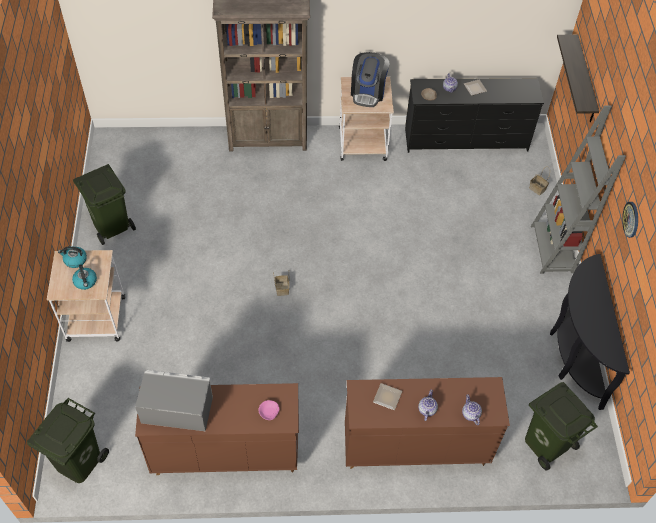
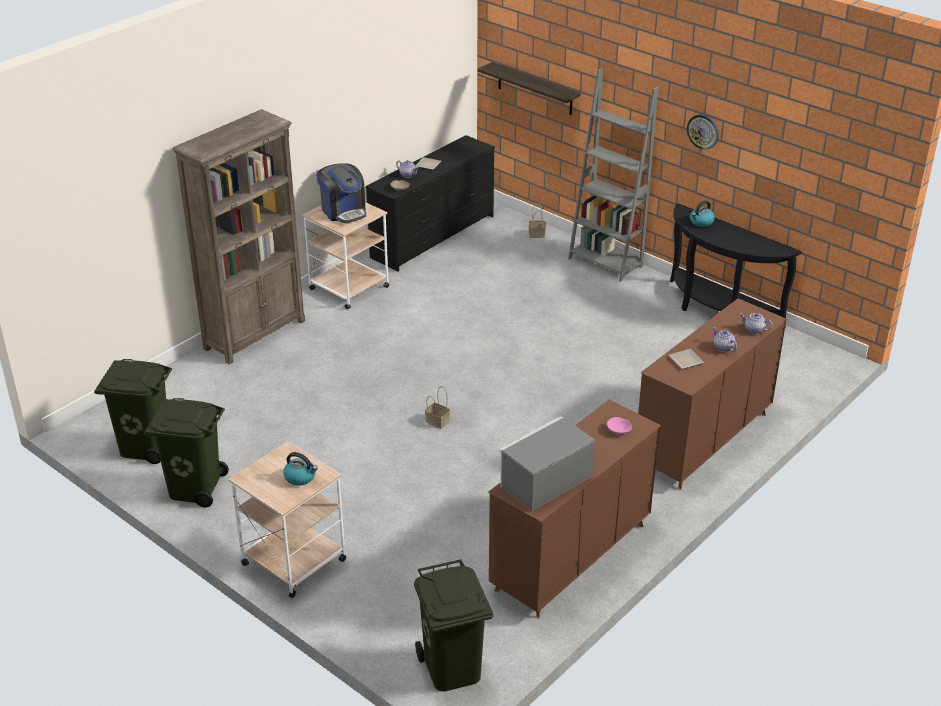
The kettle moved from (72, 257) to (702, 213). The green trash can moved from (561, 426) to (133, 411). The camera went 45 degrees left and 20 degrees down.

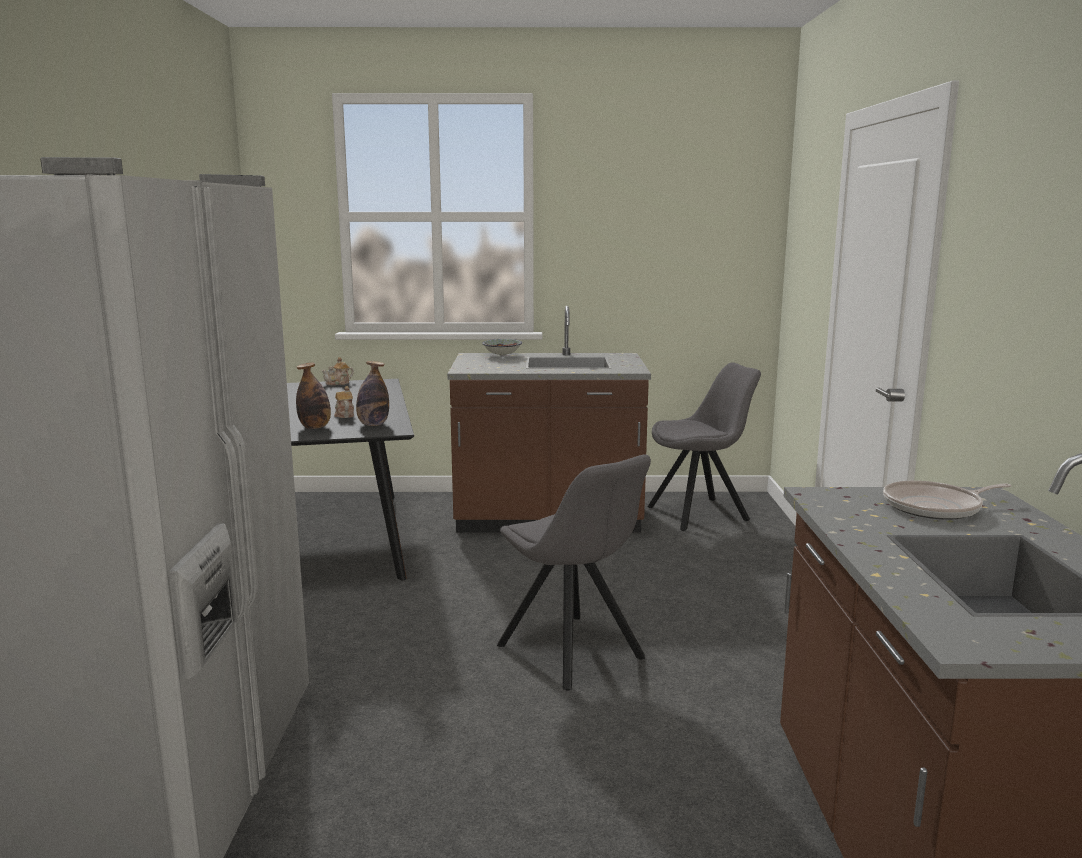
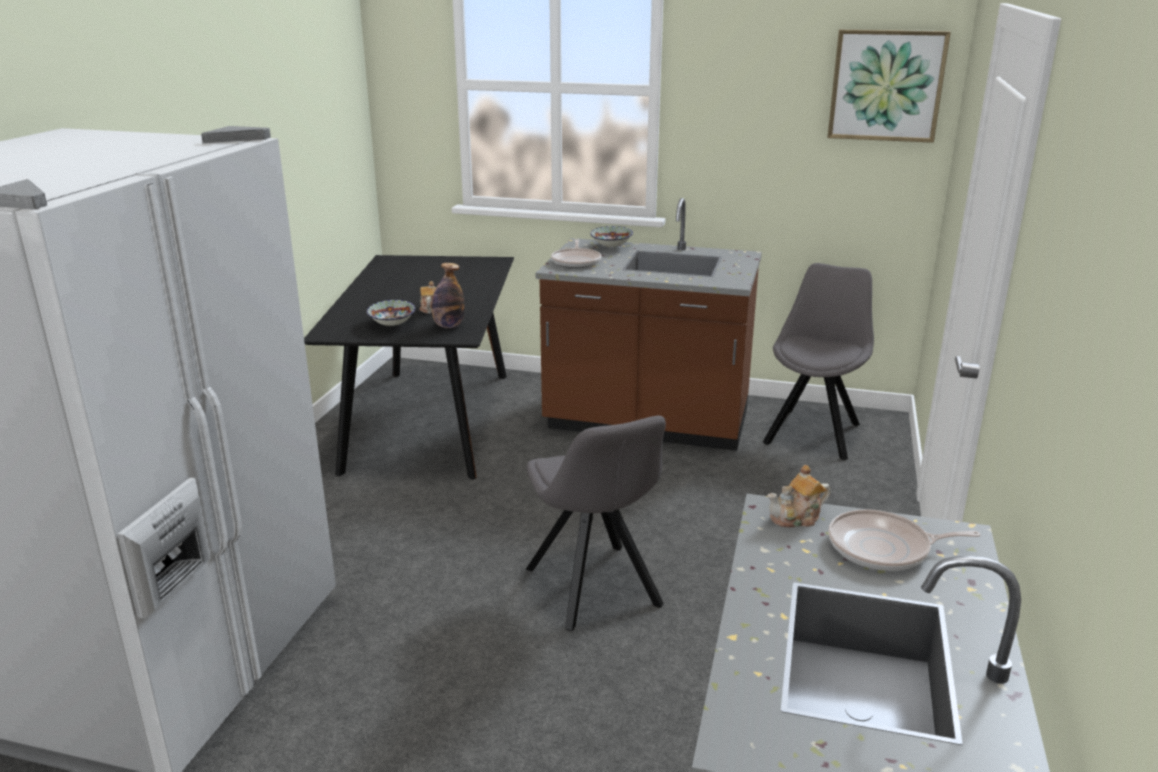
The bottle at (313, 395) was replaced by the bowl at (391, 313). The teapot moved from (337, 371) to (799, 496). The grey chair at (704, 446) turned 60 degrees counterclockwise. The frying pan at (576, 254) appeared. The picture at (889, 86) appeared. The camera went 15 degrees right and 10 degrees up.

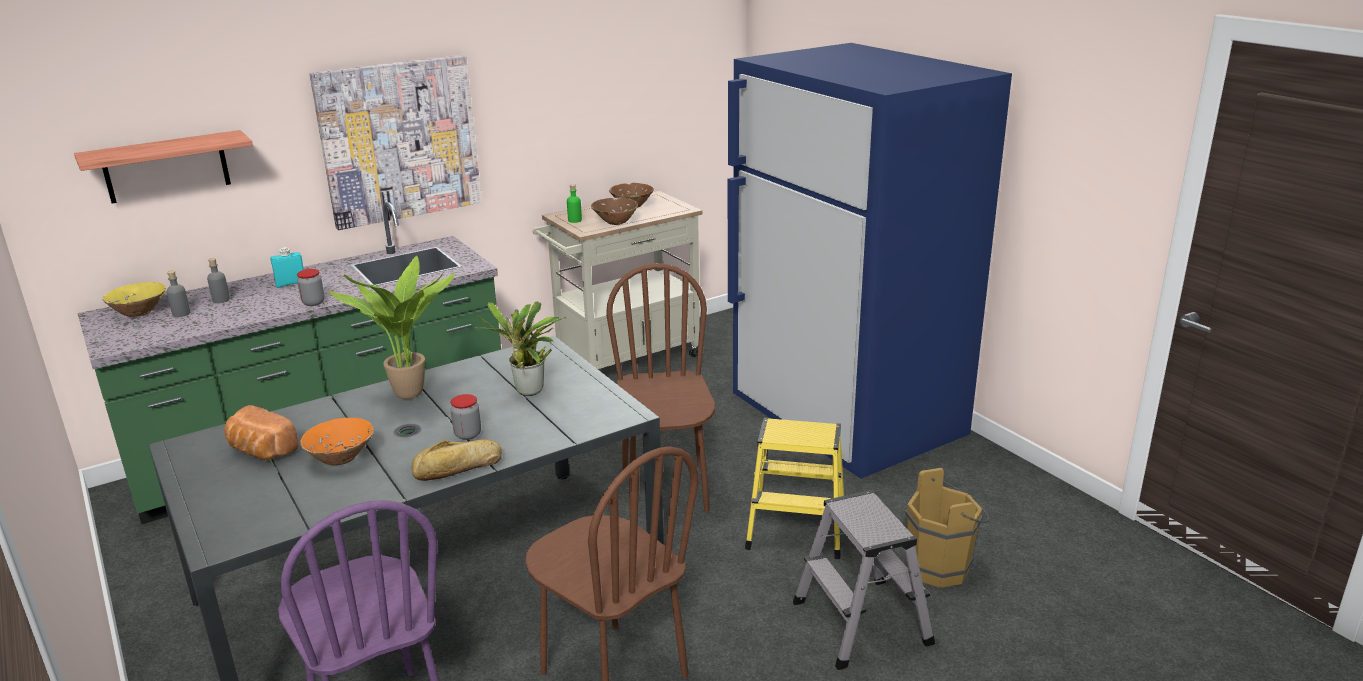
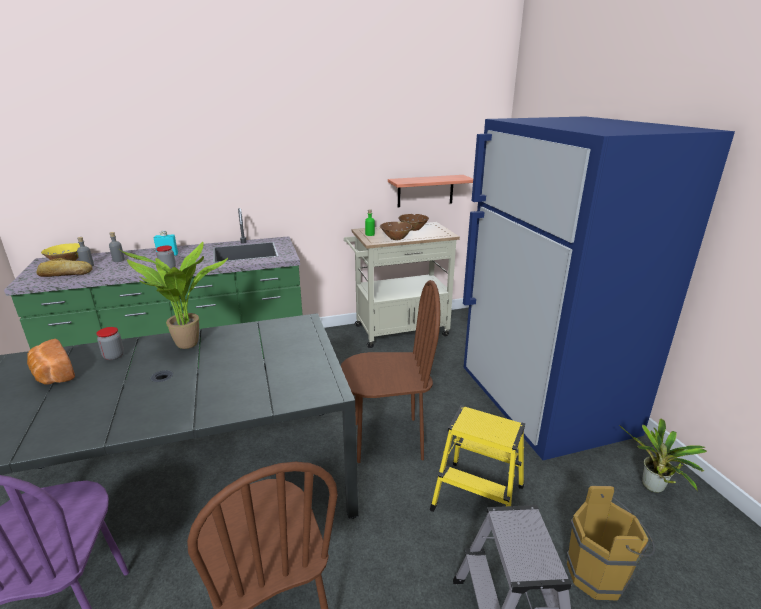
The shelf moved from (163, 167) to (430, 191). The orange bowl at (336, 441) disappeared. The picture at (395, 142) disappeared. The bread moved from (457, 460) to (64, 267). The jar moved from (466, 417) to (110, 343). The potted plant moved from (520, 349) to (663, 455). The brown chair at (660, 390) turned 75 degrees clockwise. The camera went 15 degrees right and 0 degrees up.

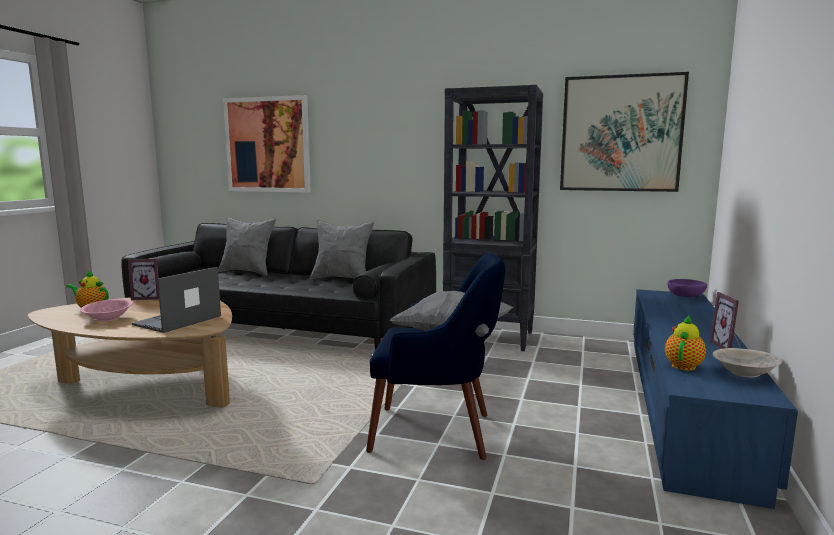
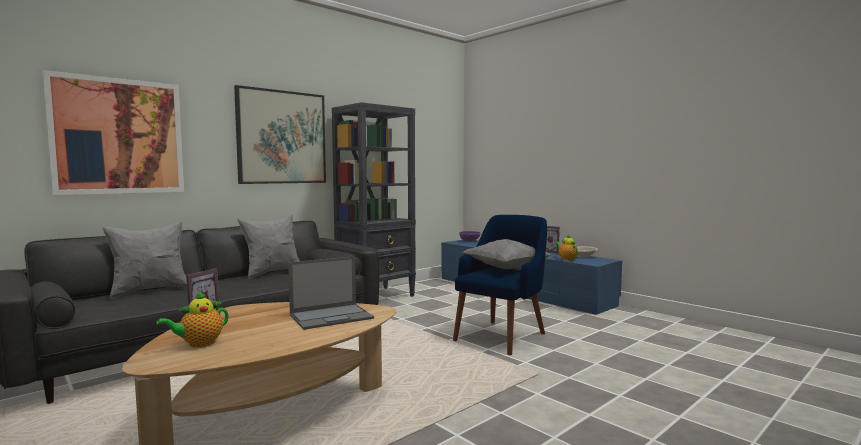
The pink bowl at (106, 310) disappeared. The laptop at (176, 300) turned 90 degrees counterclockwise. The picture moved from (624, 132) to (280, 134). The camera went 60 degrees left and 5 degrees down.

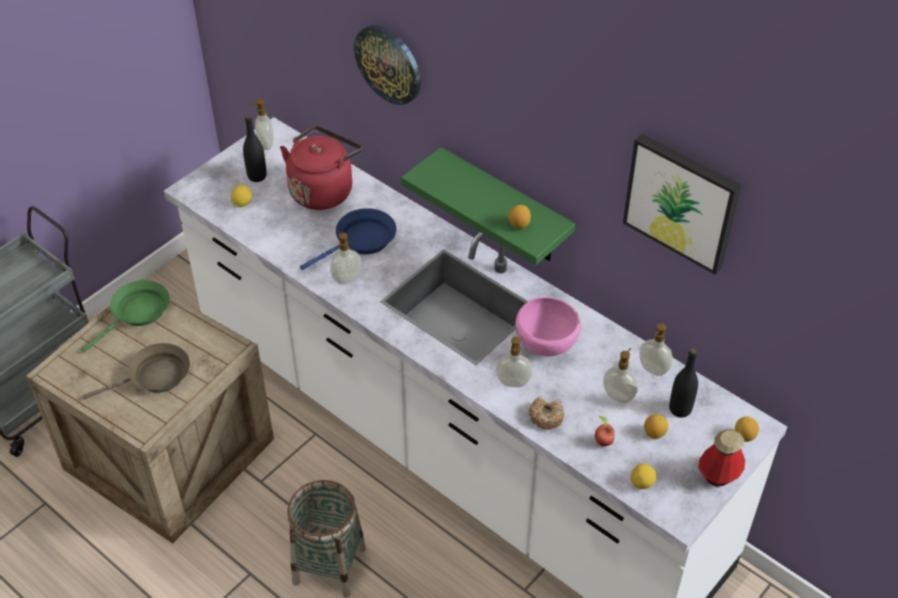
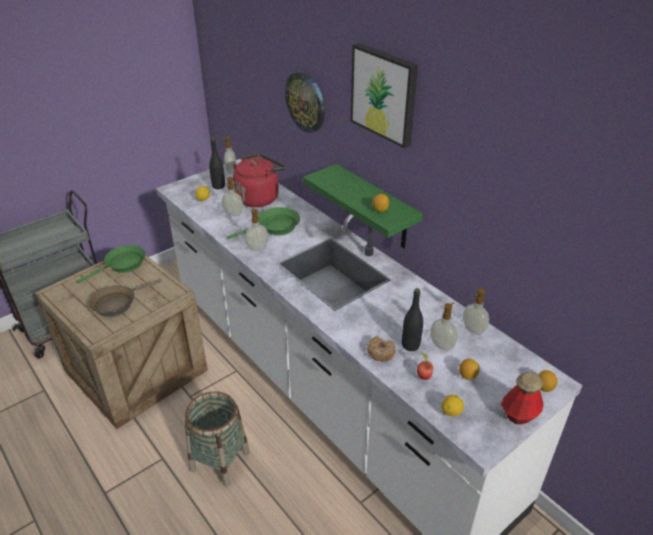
The brown frying pan at (136, 371) turned 150 degrees clockwise. The blue frying pan at (348, 239) became the green frying pan at (263, 223). The soap dispenser moved from (514, 362) to (232, 196). The pink bowl at (549, 326) disappeared. The picture moved from (682, 204) to (384, 95). The black bottle moved from (683, 383) to (412, 319). The camera went 10 degrees right and 10 degrees down.

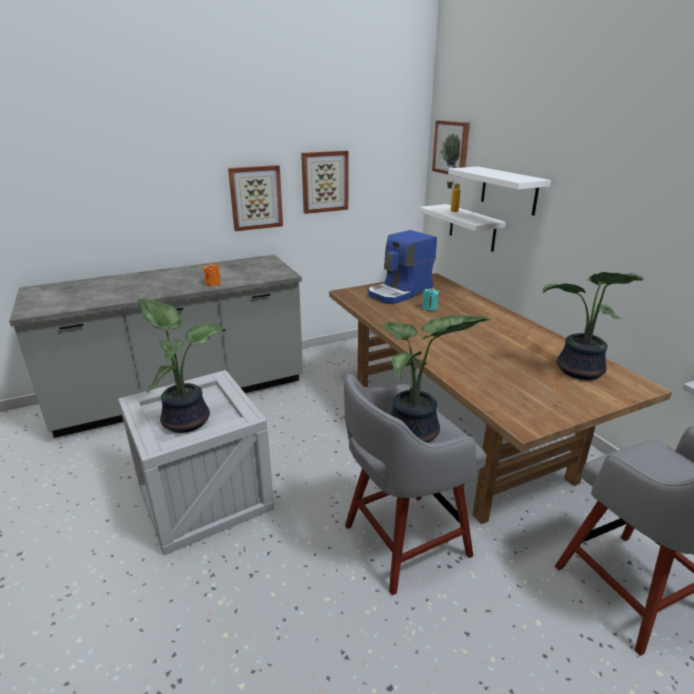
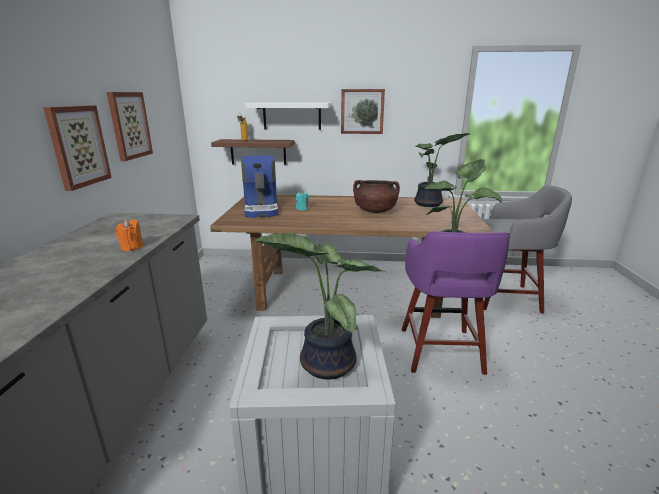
The grey stool at (415, 484) became the purple stool at (456, 303). The white shelf at (462, 228) became the brown shelf at (253, 152). The picture moved from (451, 148) to (363, 111). The brown cooking pot at (376, 196) appeared. The camera went 60 degrees left and 5 degrees down.

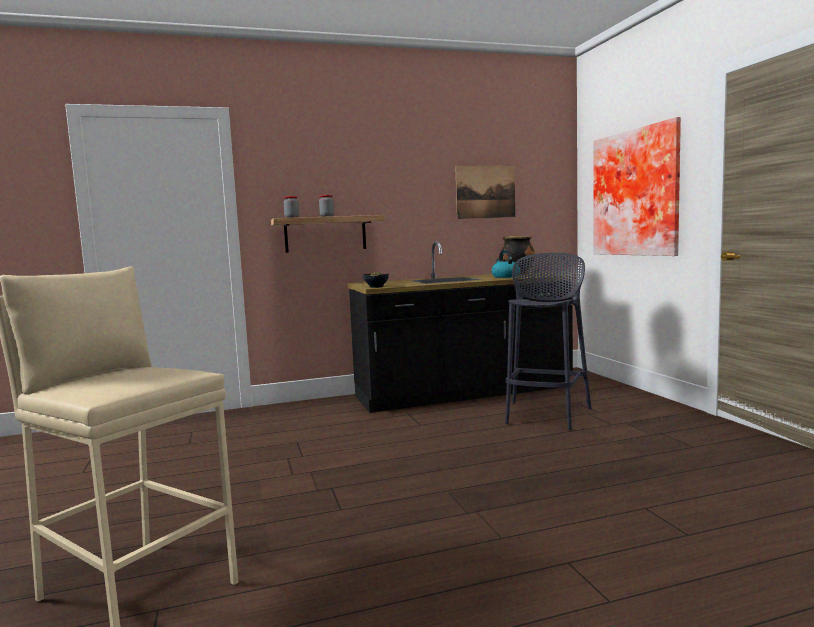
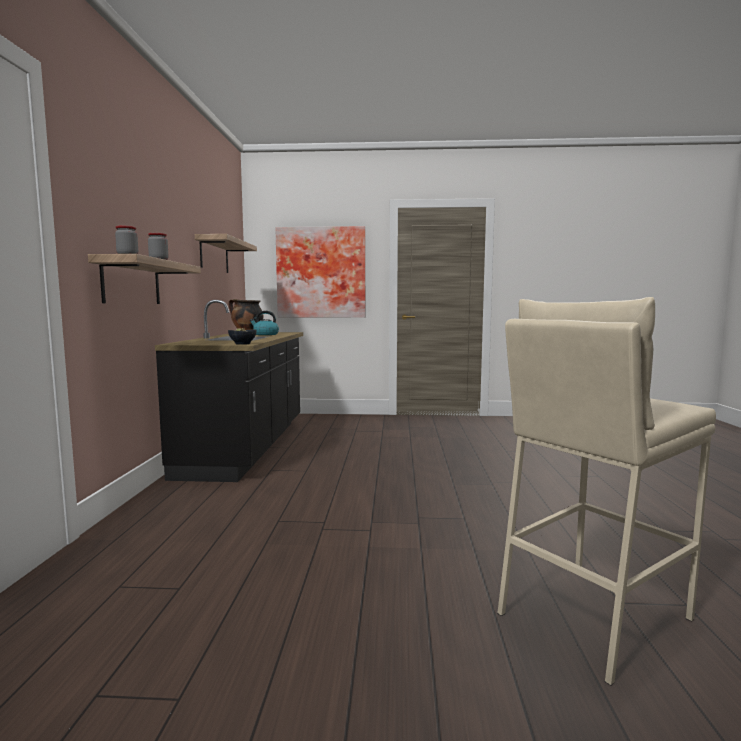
The picture at (485, 192) was replaced by the shelf at (226, 253). The grey stool at (548, 341) disappeared. The camera went 70 degrees left and 0 degrees up.

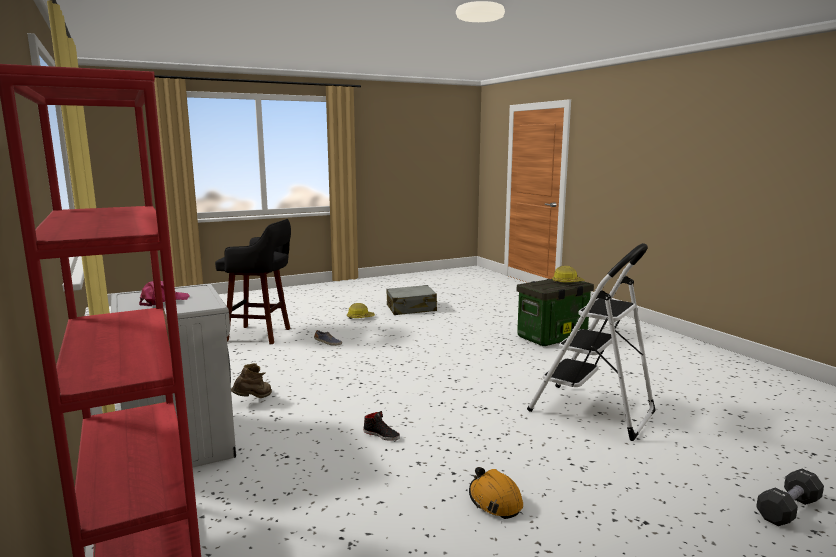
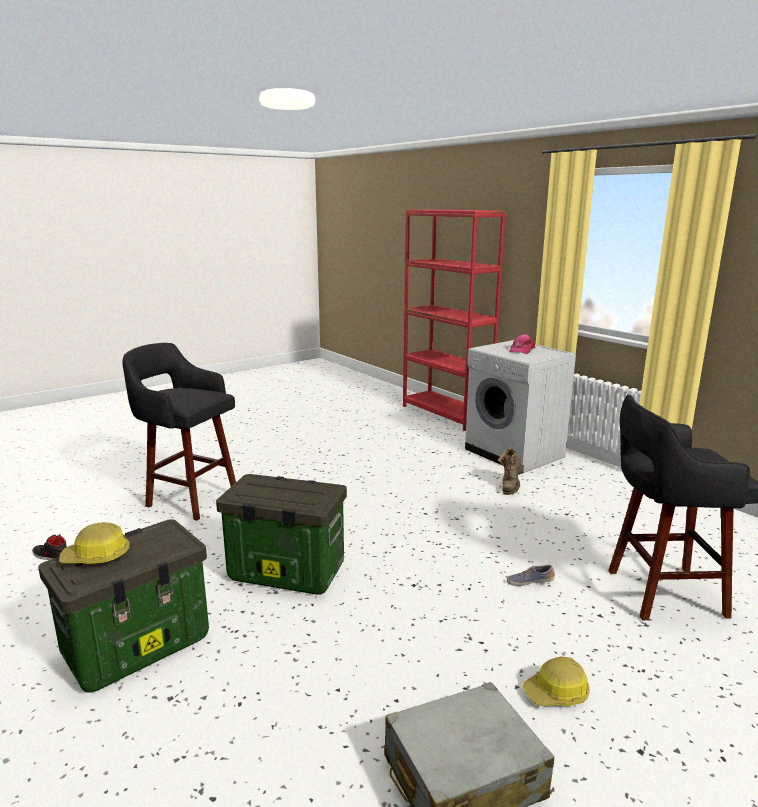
The black shoe moved from (381, 426) to (49, 547). The orange hard hat at (496, 493) disappeared. The step ladder at (591, 342) was replaced by the black stool at (179, 432). The black dumbbell at (790, 497) disappeared. The storage box at (281, 534) appeared. The camera went 170 degrees right and 5 degrees up.

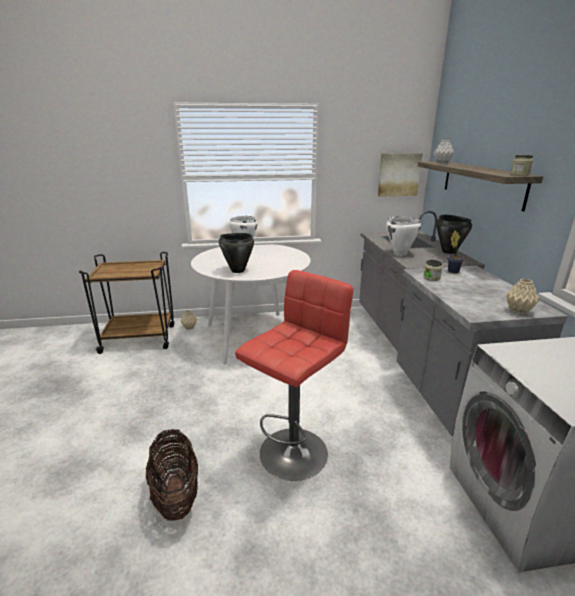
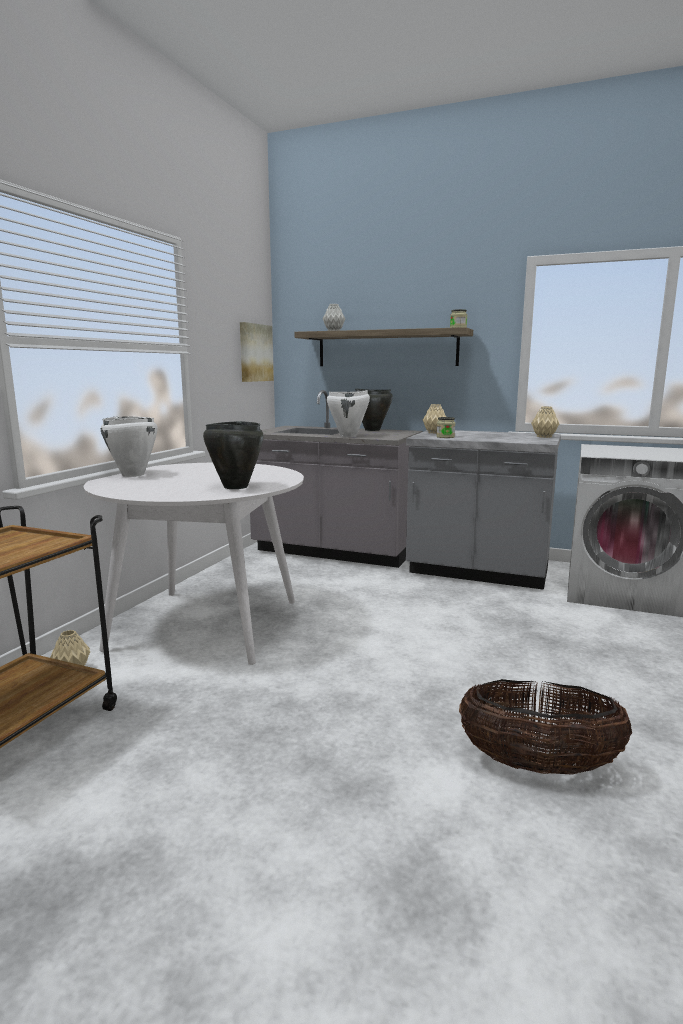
The red stool at (294, 375) disappeared. The potted plant at (456, 251) was replaced by the beige vase at (434, 419). The camera went 60 degrees left and 10 degrees down.

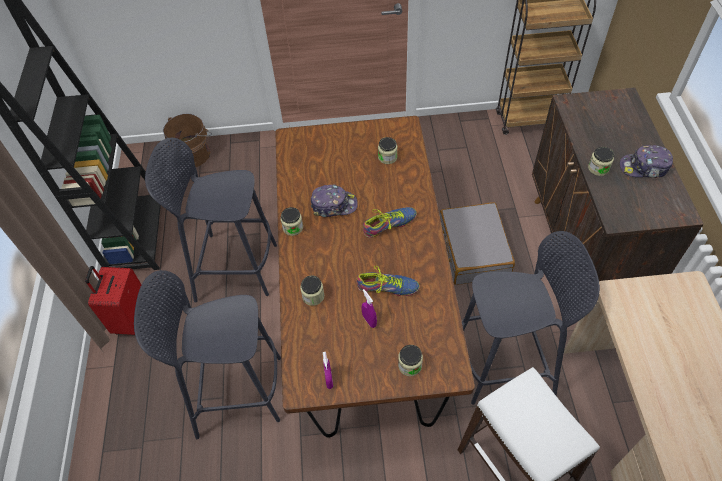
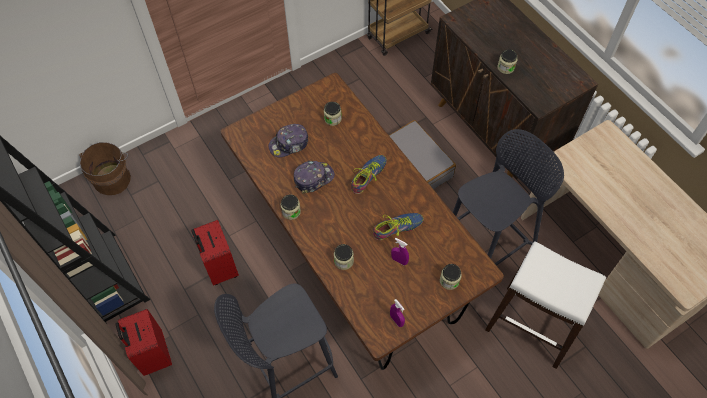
The grey stool at (211, 219) was replaced by the red suitcase at (215, 253). The cap moved from (646, 161) to (288, 140). The camera went 30 degrees left and 5 degrees up.

